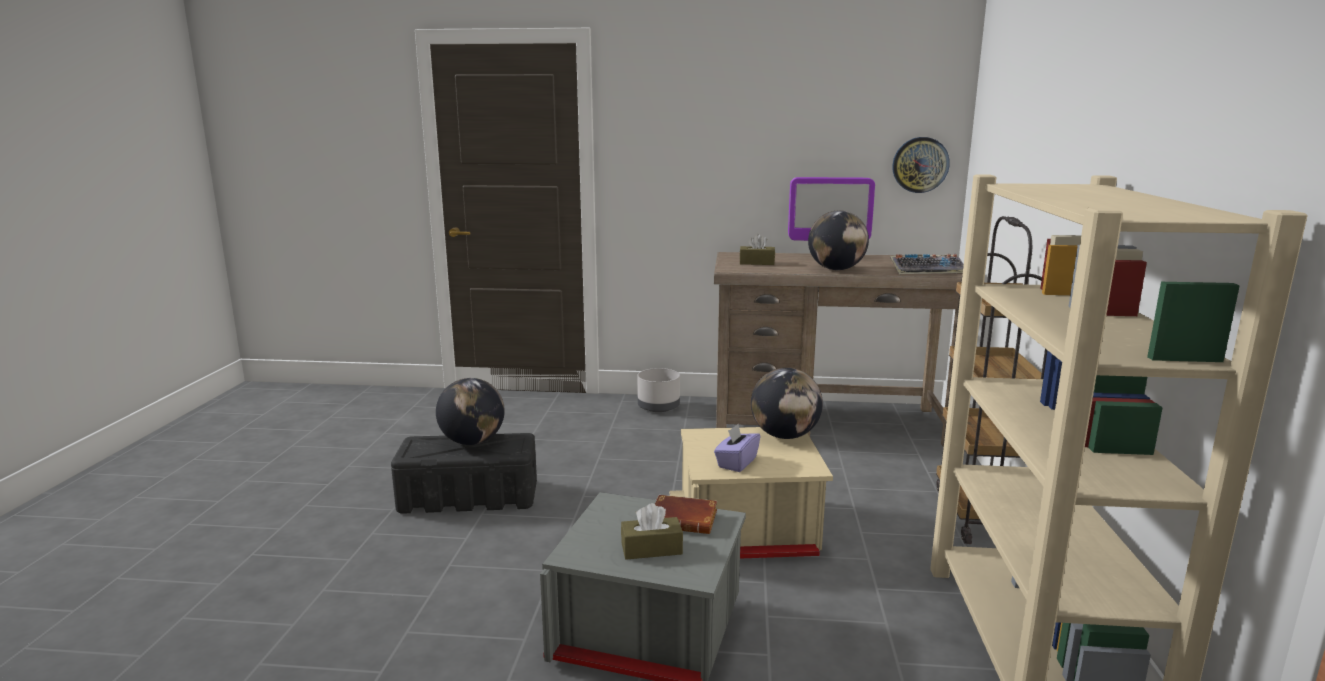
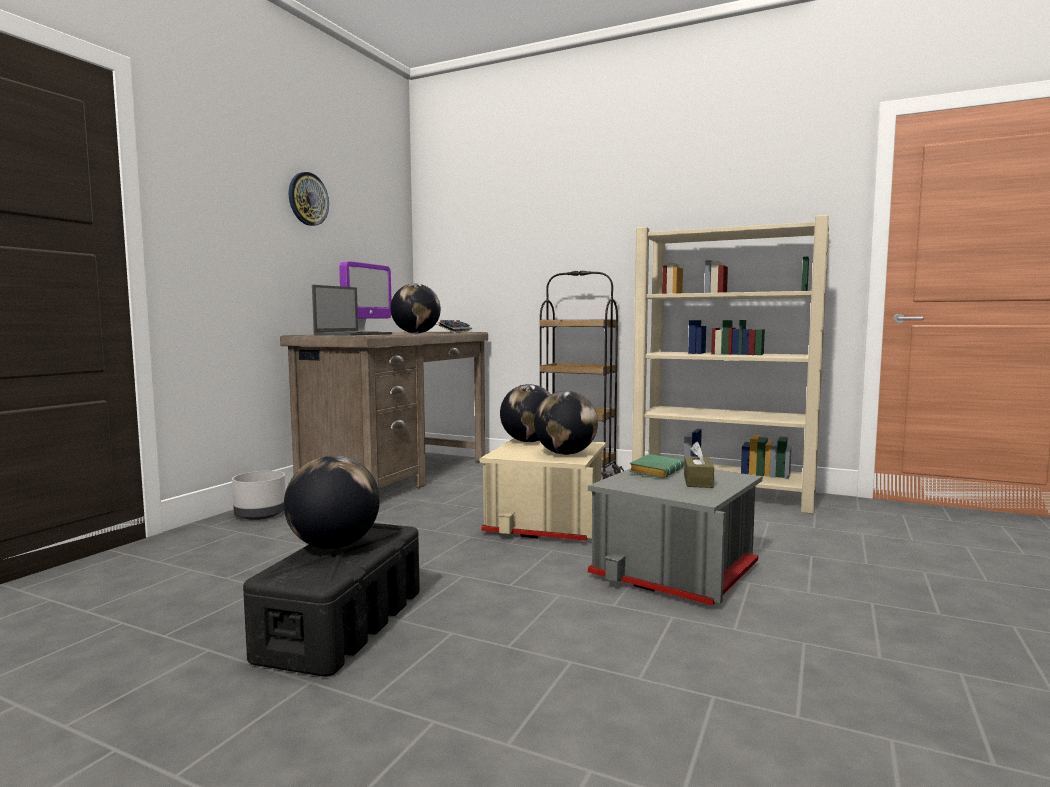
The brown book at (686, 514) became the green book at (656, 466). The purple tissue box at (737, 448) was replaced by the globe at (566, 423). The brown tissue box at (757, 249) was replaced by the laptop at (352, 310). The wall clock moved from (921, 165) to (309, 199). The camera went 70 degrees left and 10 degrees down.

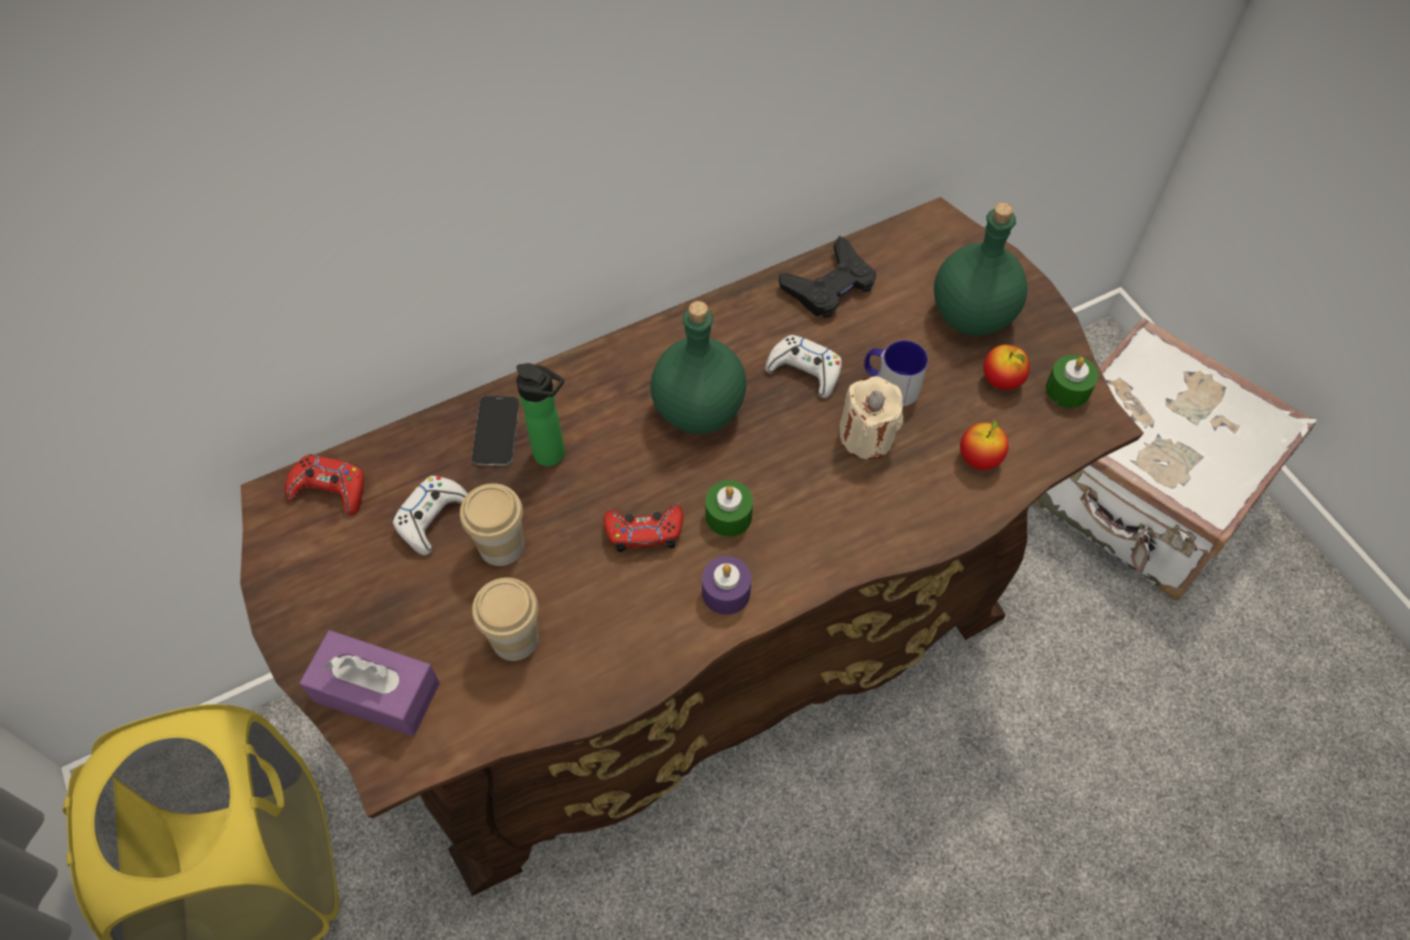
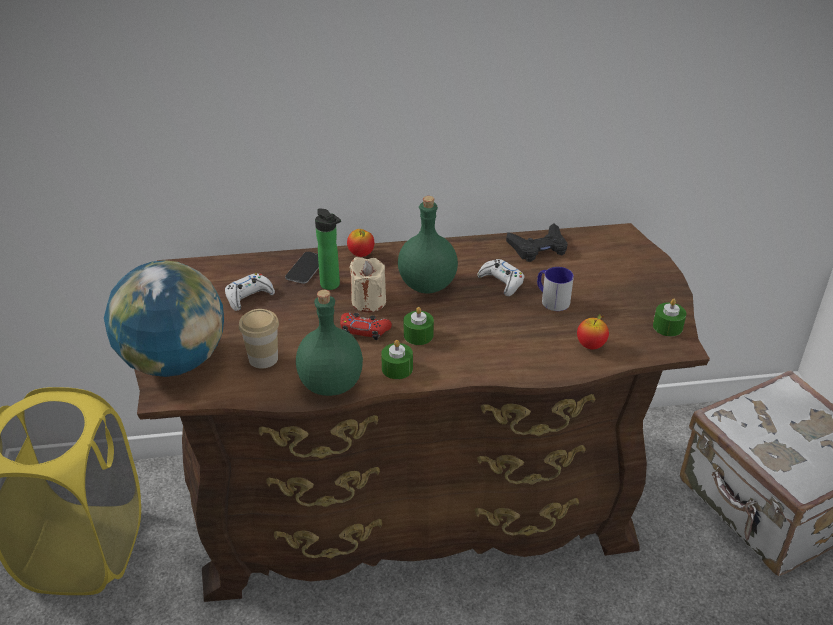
The red game controller at (324, 484) disappeared. The purple tissue box at (369, 683) was replaced by the globe at (164, 318). The cup at (492, 524) disappeared. The purple candle at (726, 585) became the green candle at (397, 359). The beige candle moved from (871, 417) to (367, 284). The green bottle moved from (981, 269) to (329, 343). The apple moved from (1006, 367) to (360, 243). The camera went 20 degrees right and 20 degrees down.

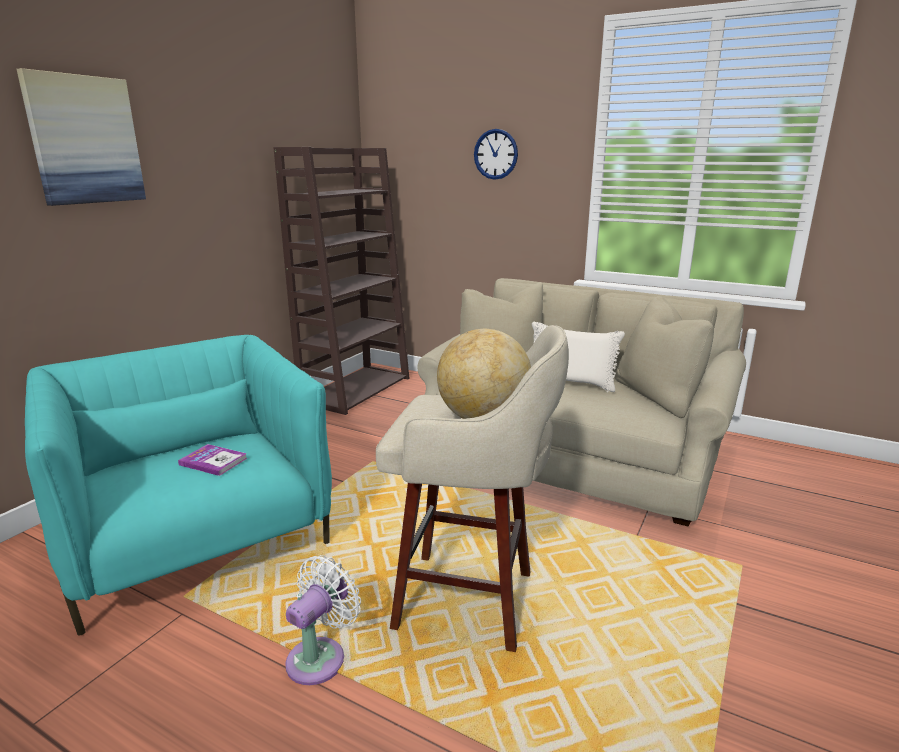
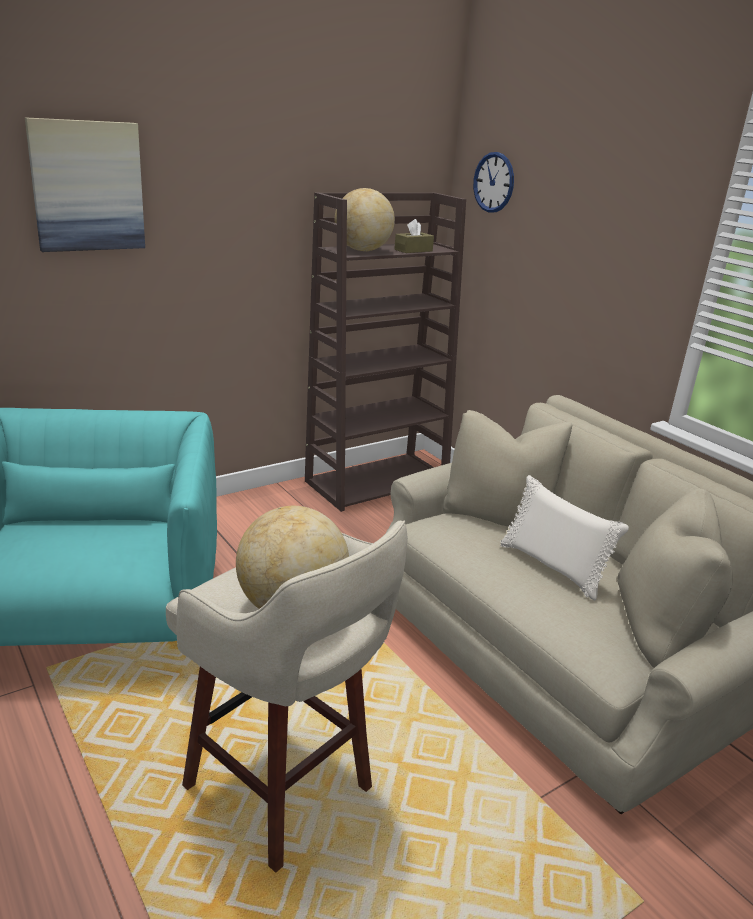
The book at (212, 460) disappeared. The white fan at (323, 620) disappeared. The wall clock moved from (496, 154) to (493, 182). The globe at (365, 219) appeared. The brown tissue box at (414, 236) appeared. The camera went 25 degrees right and 5 degrees up.

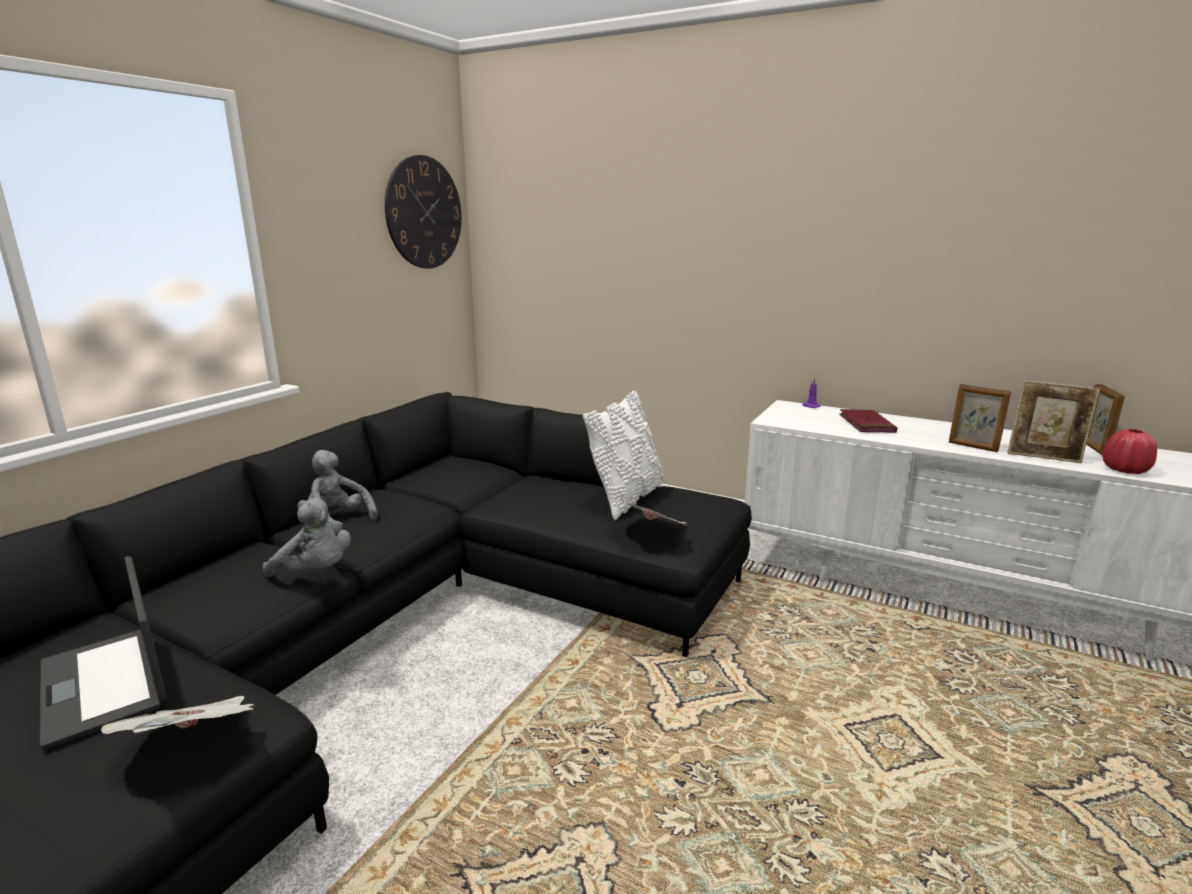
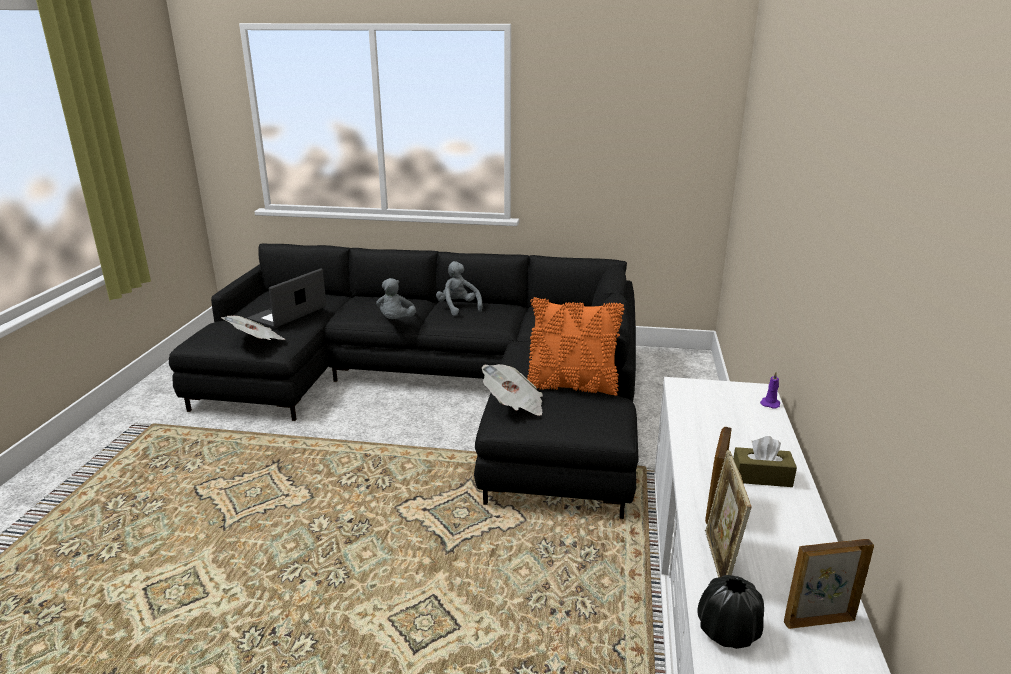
The grey plush toy at (337, 492) turned 45 degrees counterclockwise. The wall clock at (423, 212) disappeared. The white pillow at (623, 456) became the orange pillow at (575, 346). The red book at (868, 421) disappeared. The red vase at (1129, 451) became the black vase at (730, 612). The brown tissue box at (765, 461) appeared. The camera went 70 degrees right and 5 degrees up.

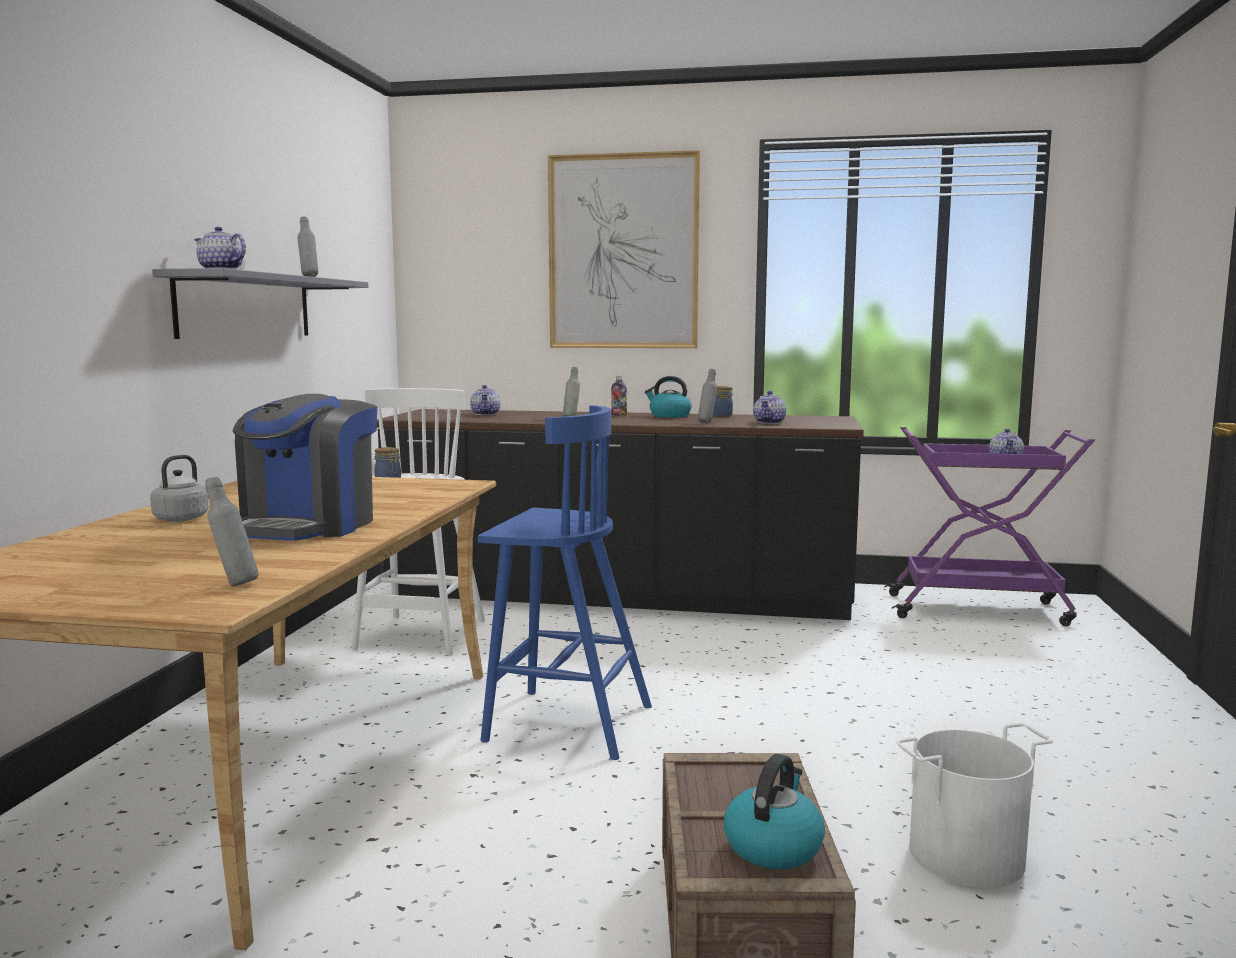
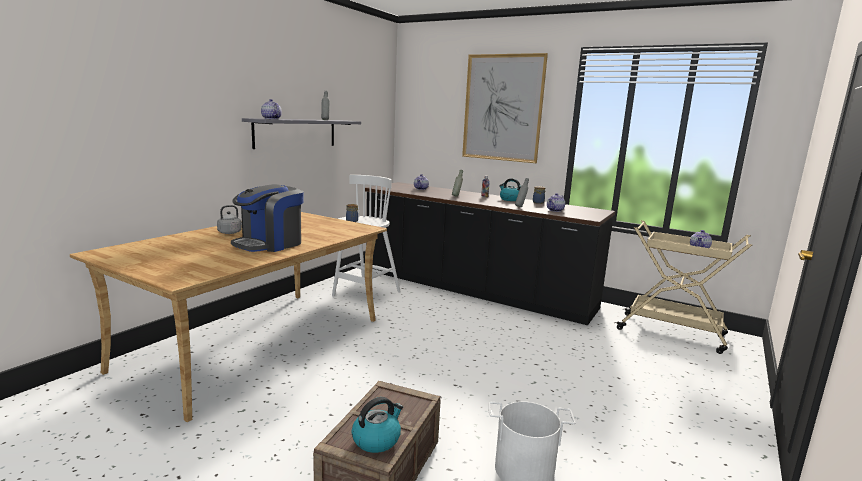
The grey bottle at (231, 531) disappeared. The blue stool at (565, 583) disappeared. The purple cart at (990, 526) became the beige cart at (683, 287). The camera went 20 degrees right and 5 degrees up.

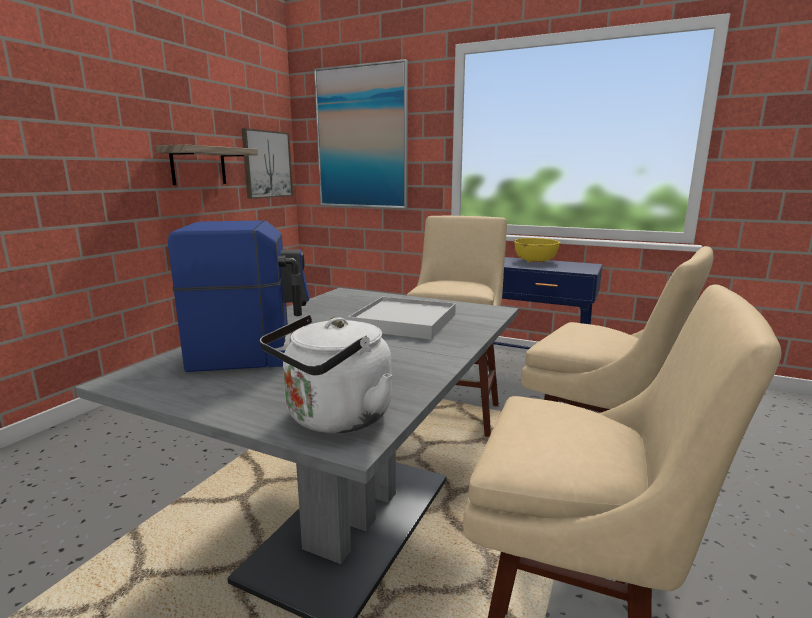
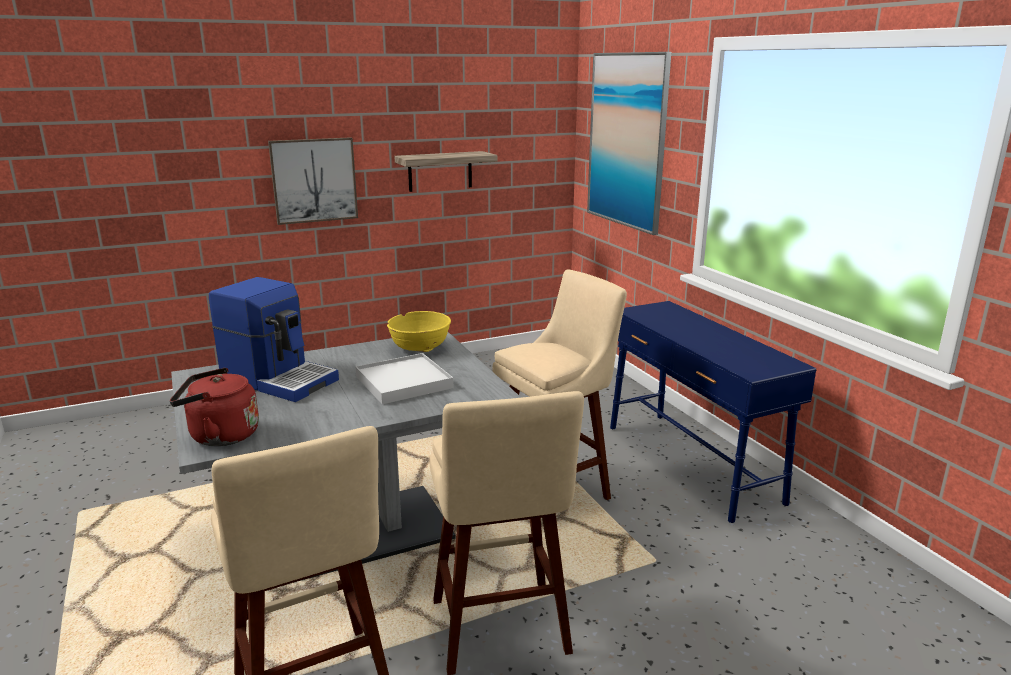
The picture moved from (267, 163) to (313, 181). The white kettle at (326, 374) became the red kettle at (214, 407). The yellow bowl moved from (537, 250) to (419, 331). The camera went 40 degrees right and 5 degrees up.

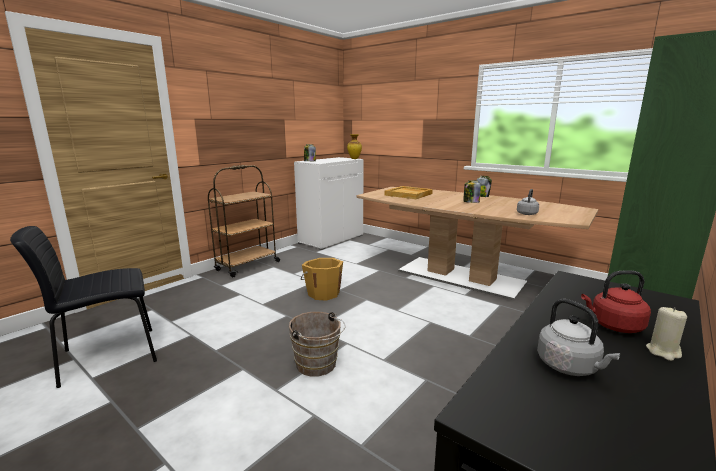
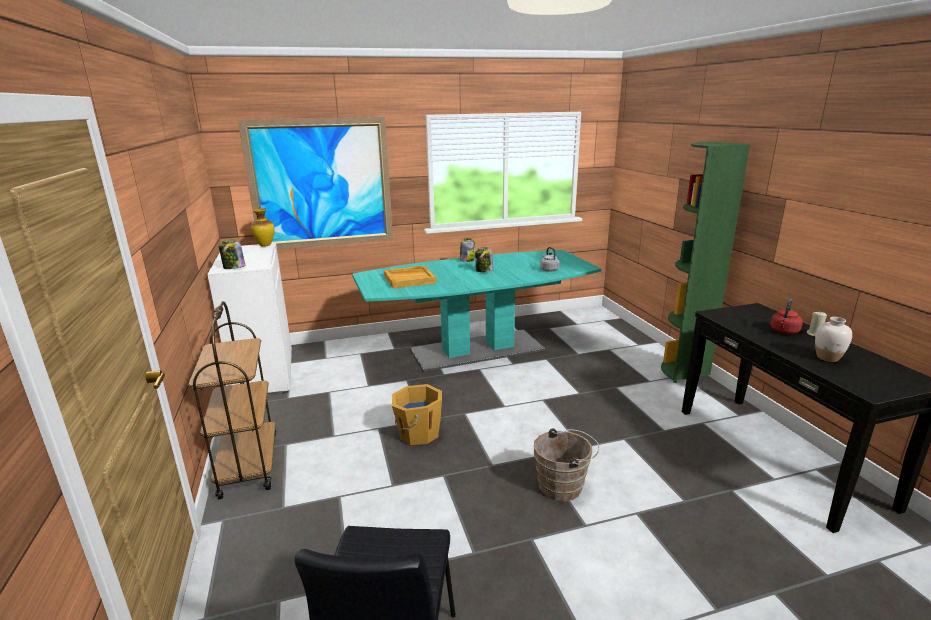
The brown dining table at (477, 243) became the turquoise dining table at (476, 311). The grey kettle at (578, 337) was replaced by the white vase at (833, 339). The picture at (315, 183) appeared. The camera went 55 degrees left and 5 degrees up.

